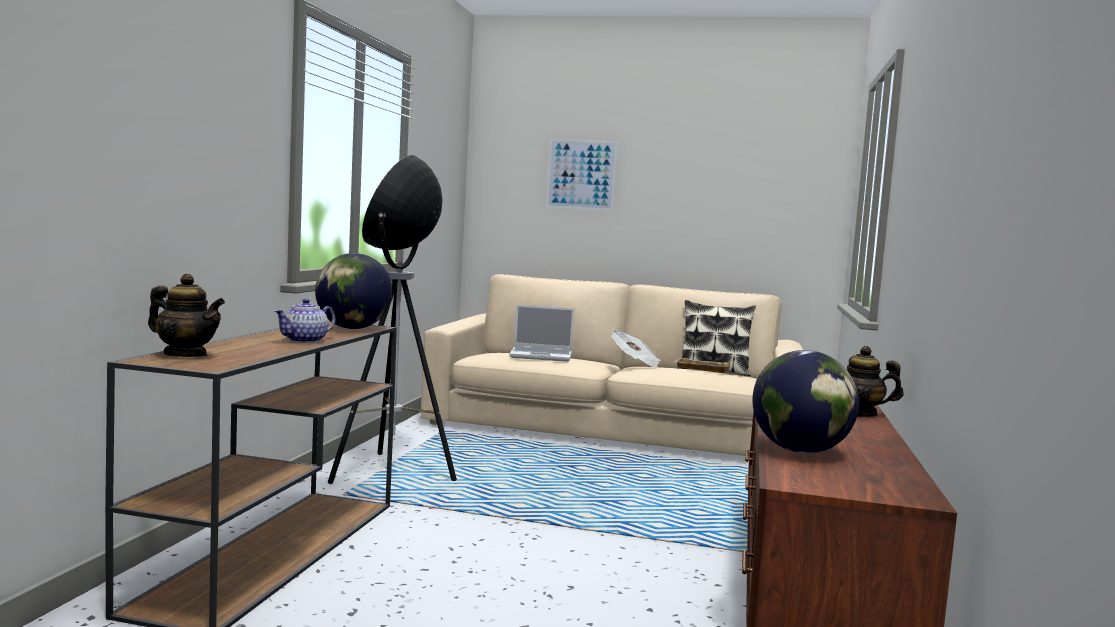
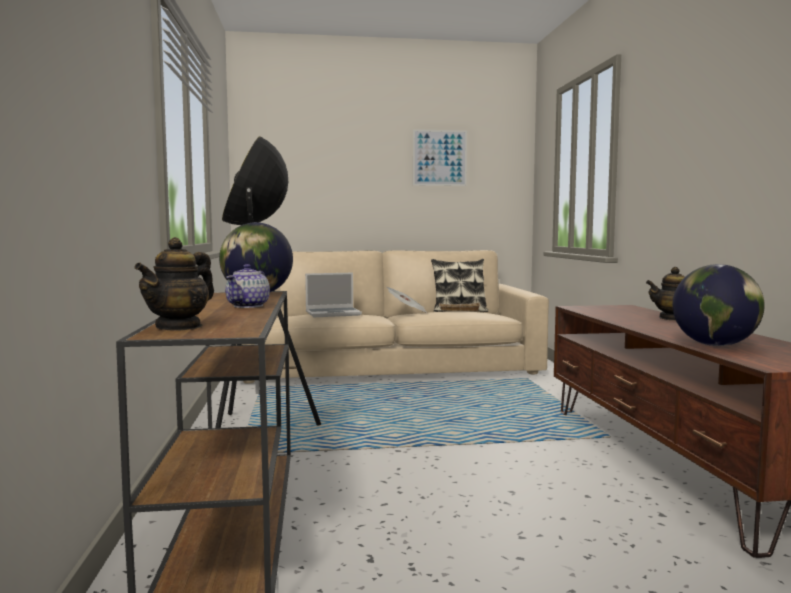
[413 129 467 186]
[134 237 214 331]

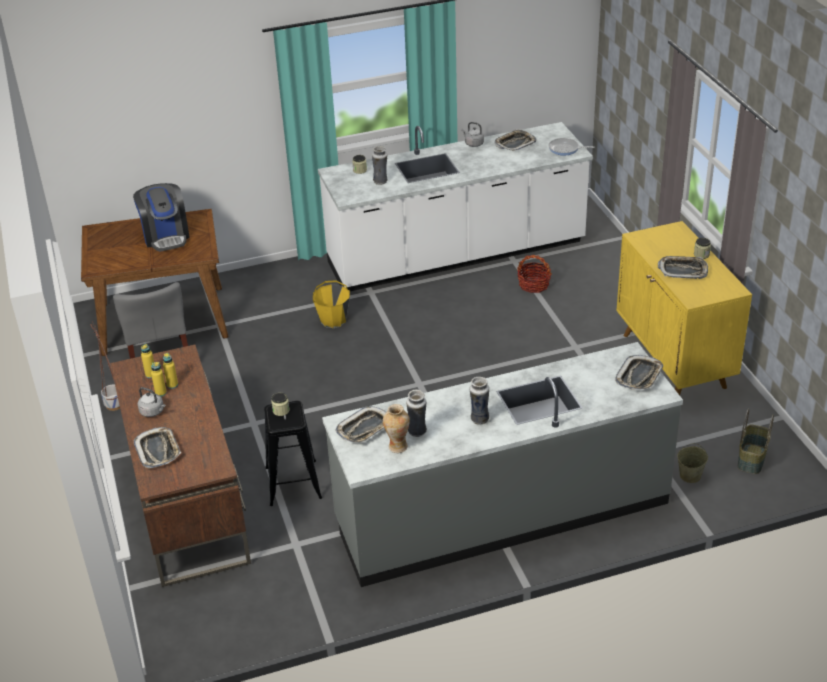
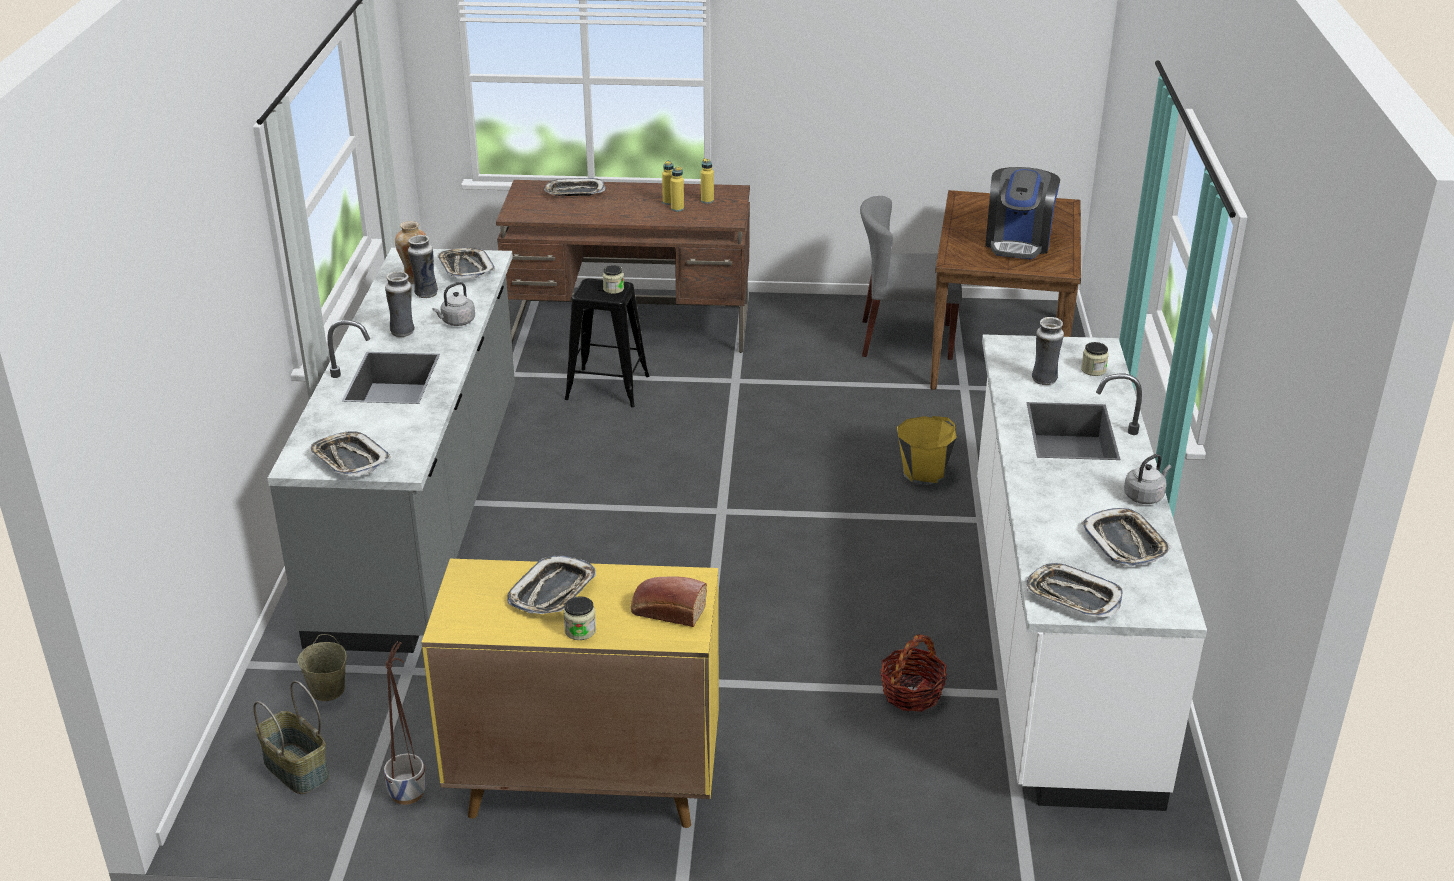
[631 576 707 627]
[384 641 426 805]
[432 282 475 326]
[1026 563 1123 617]
[985 167 1060 259]

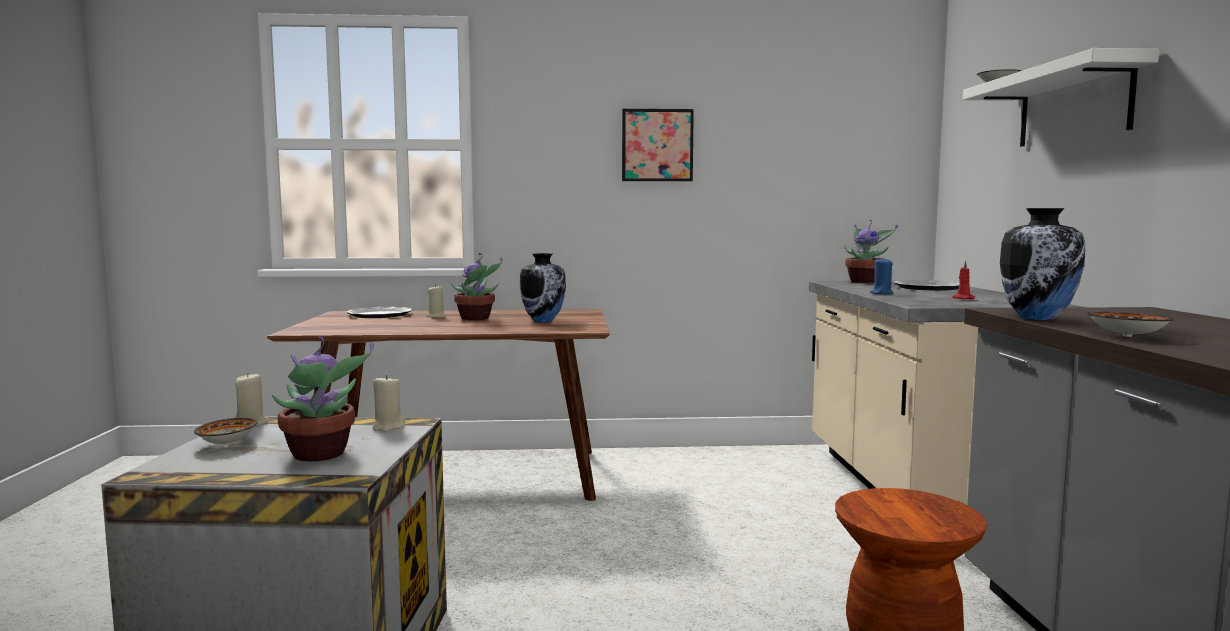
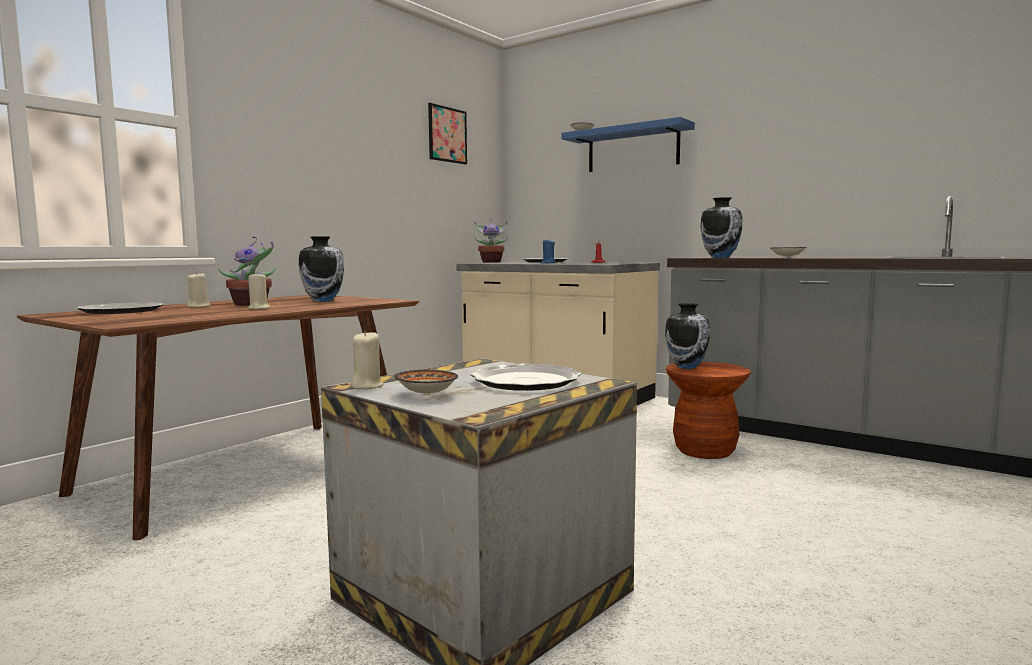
[665 303 710 369]
[248 272 270 309]
[428 103 467 164]
[471 364 581 391]
[561 117 695 172]

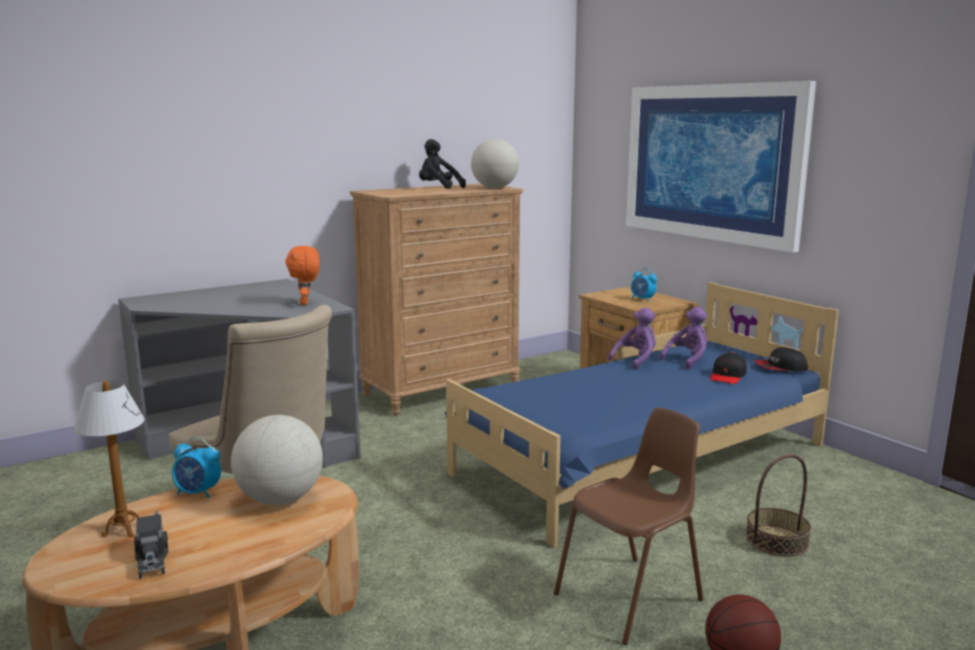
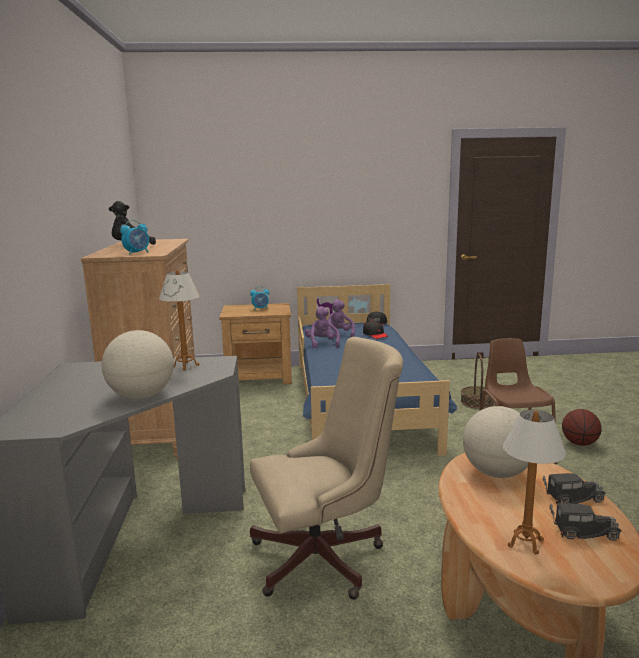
[626 81 816 253] (first image)
[543 473 606 504]
[120 220 149 255]
[102 330 174 399]
[159 270 200 370]

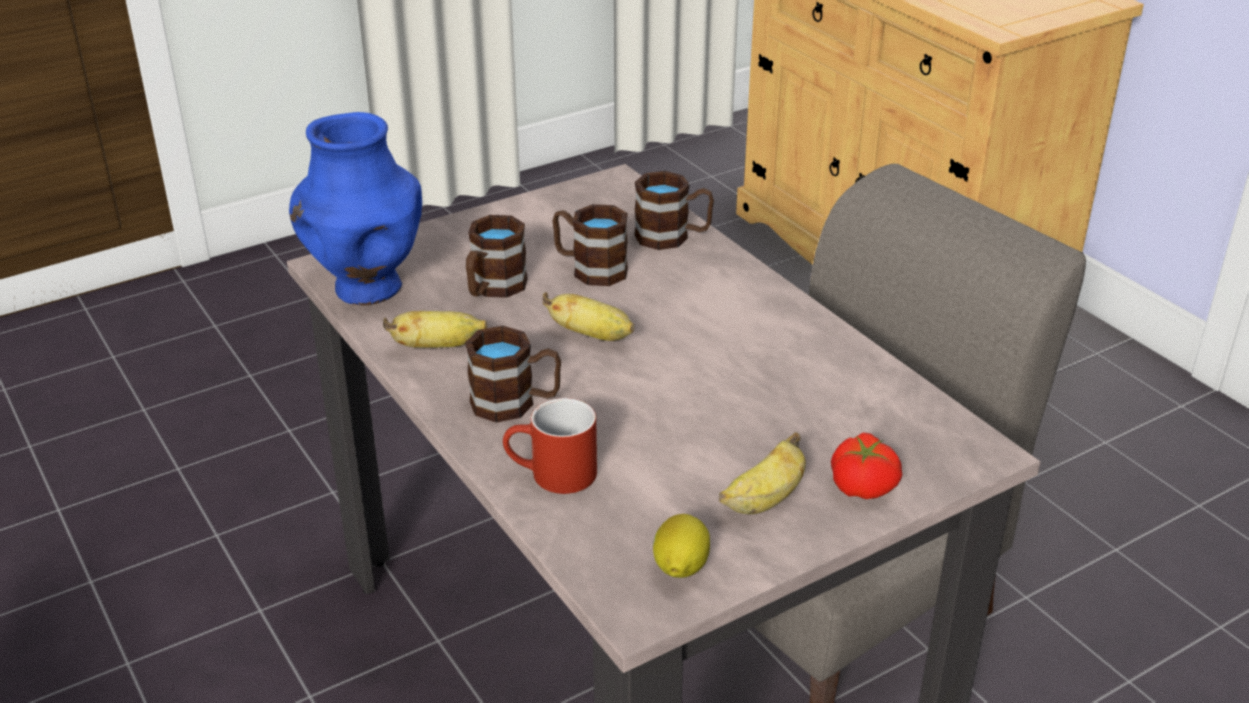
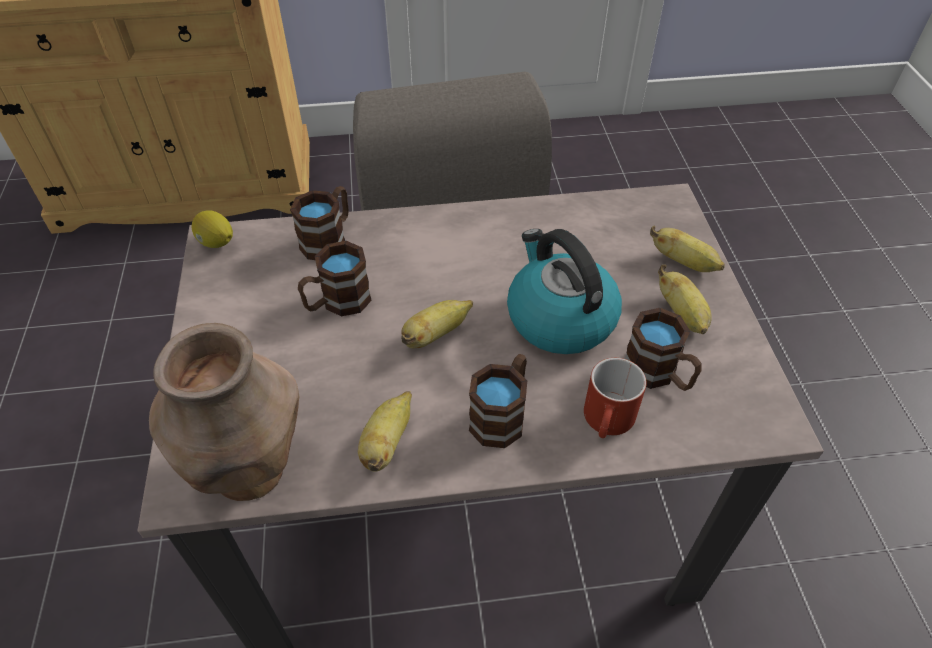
[507 229 622 354]
[625 308 702 391]
[192 210 233 248]
[650 225 725 272]
[149 323 299 501]

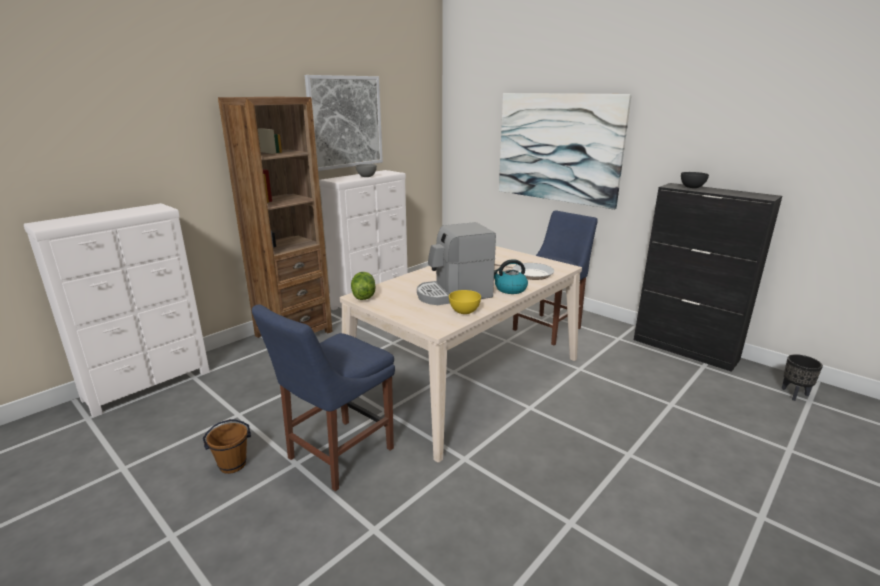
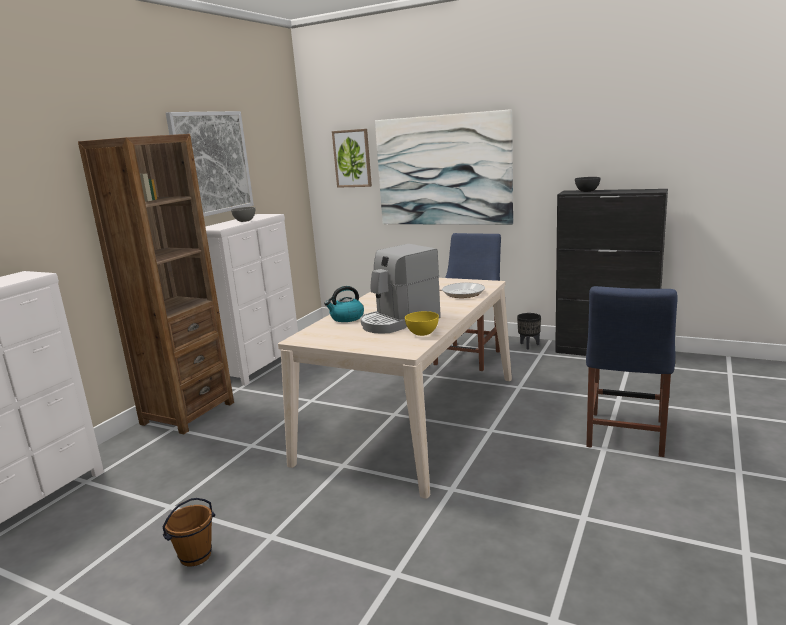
[351 272 376 300] (first image)
[332 129 372 188]
[586 286 678 457]
[324 286 364 322]
[517 313 541 349]

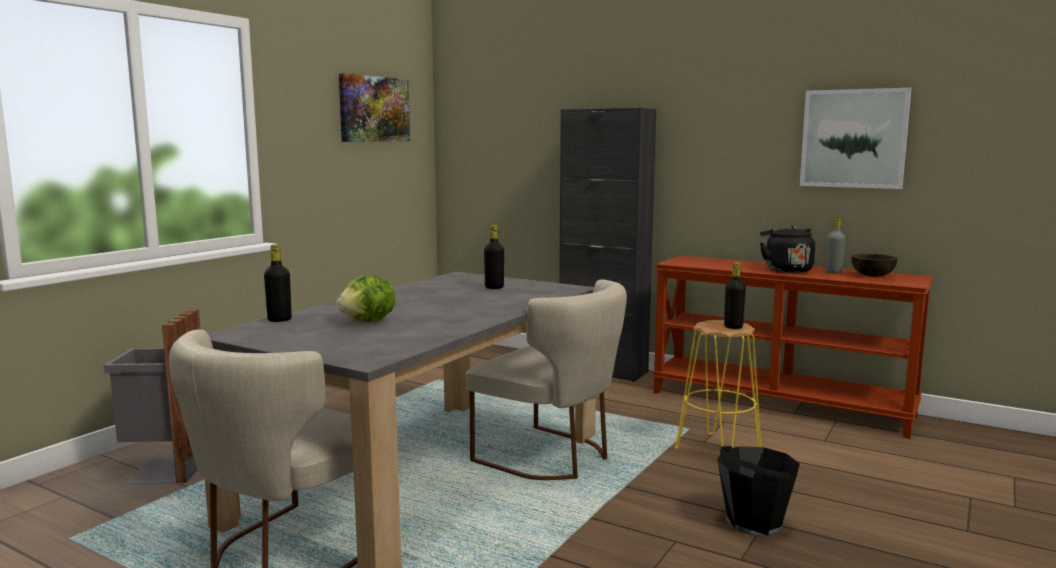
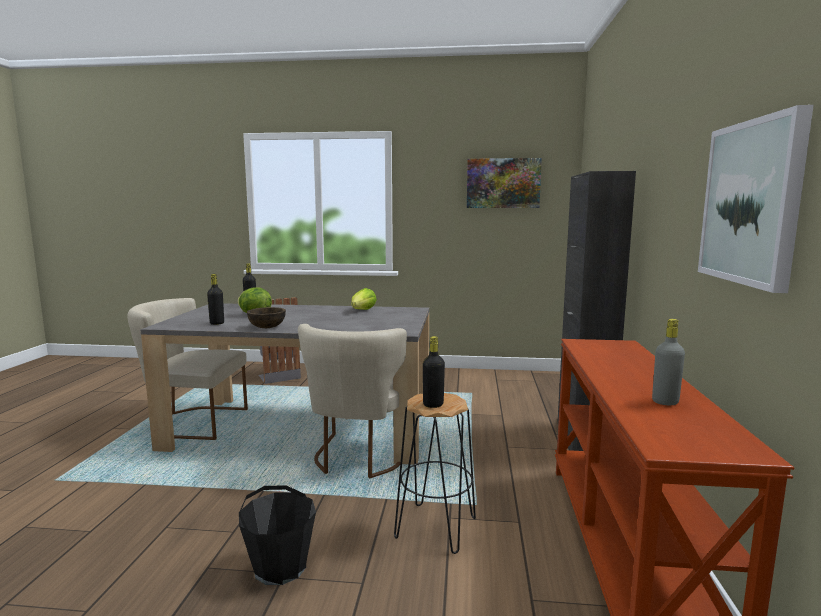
[760 226 815 273] (first image)
[351 288 377 310]
[207 274 224 325]
[247 307 286 328]
[394 393 476 554]

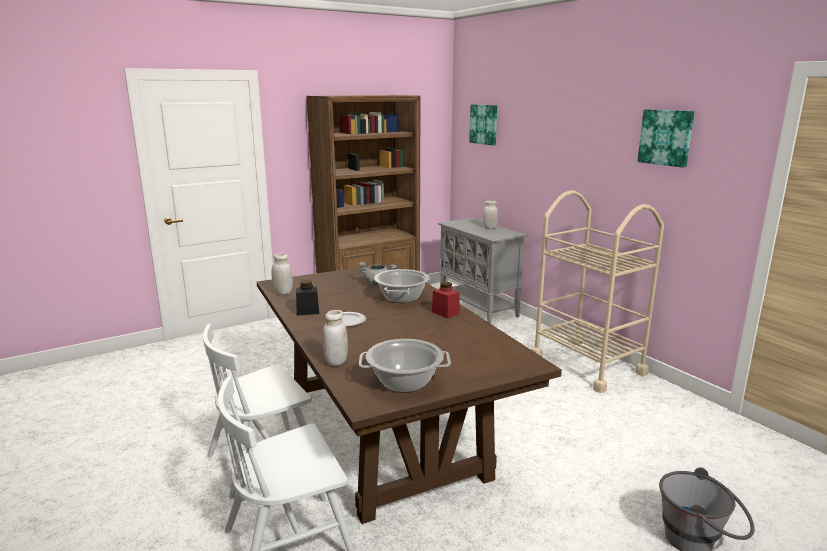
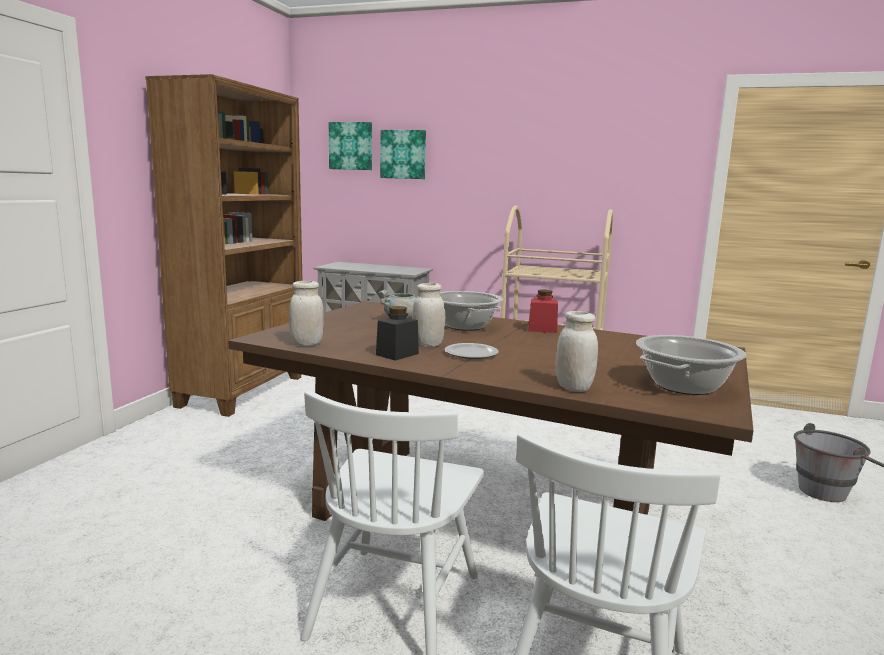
[412 283 445 347]
[380 130 426 179]

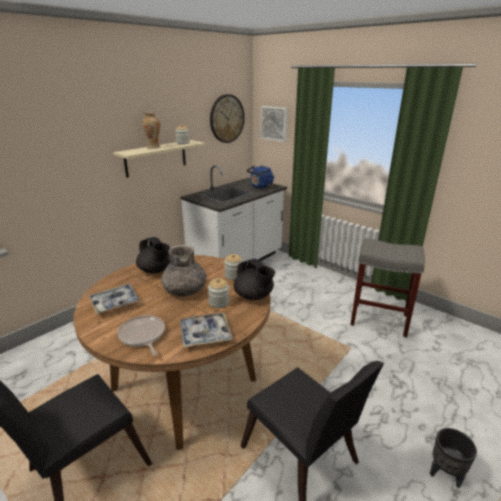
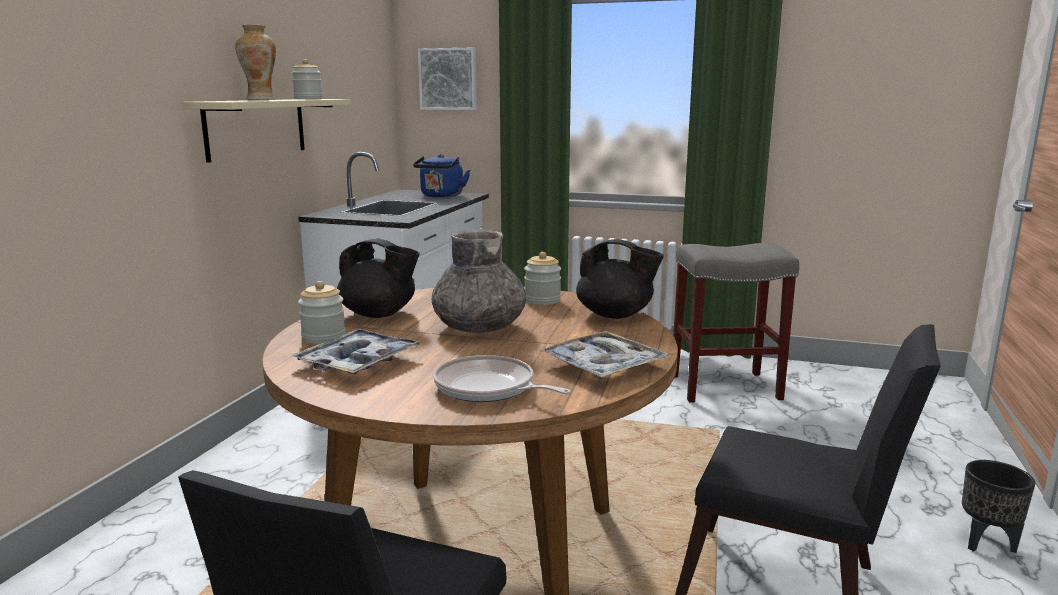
[210 94 245 143] (first image)
[298 281 346 344]

